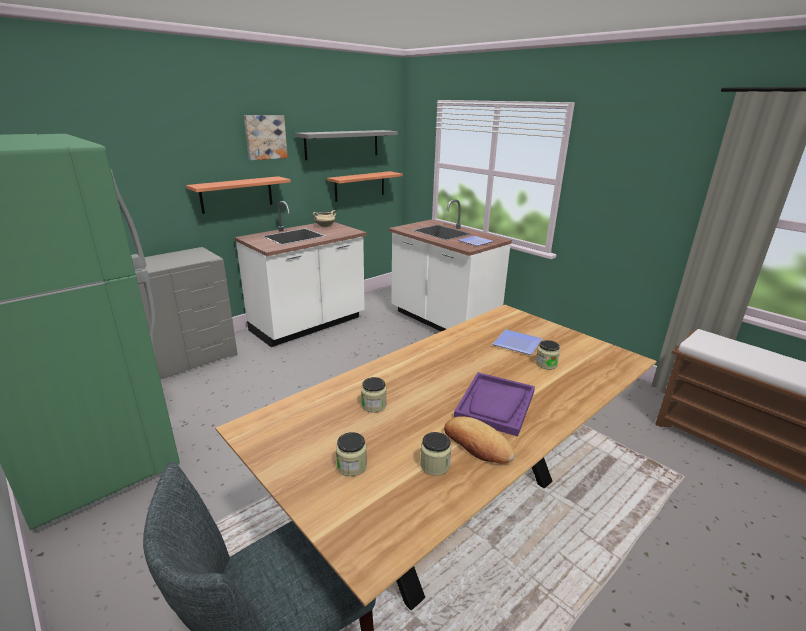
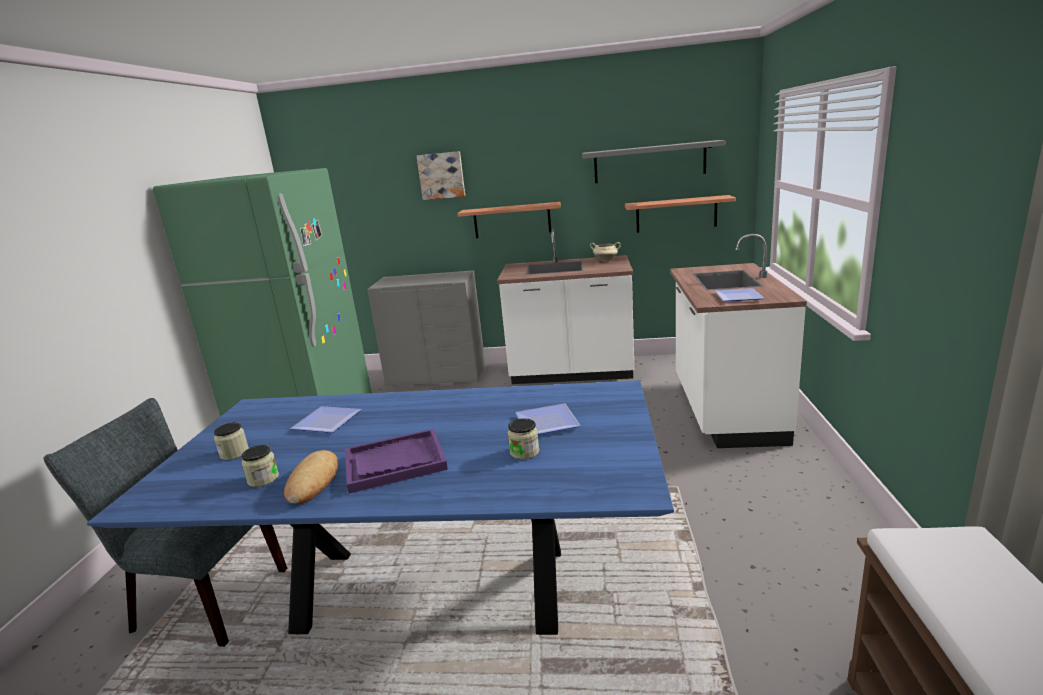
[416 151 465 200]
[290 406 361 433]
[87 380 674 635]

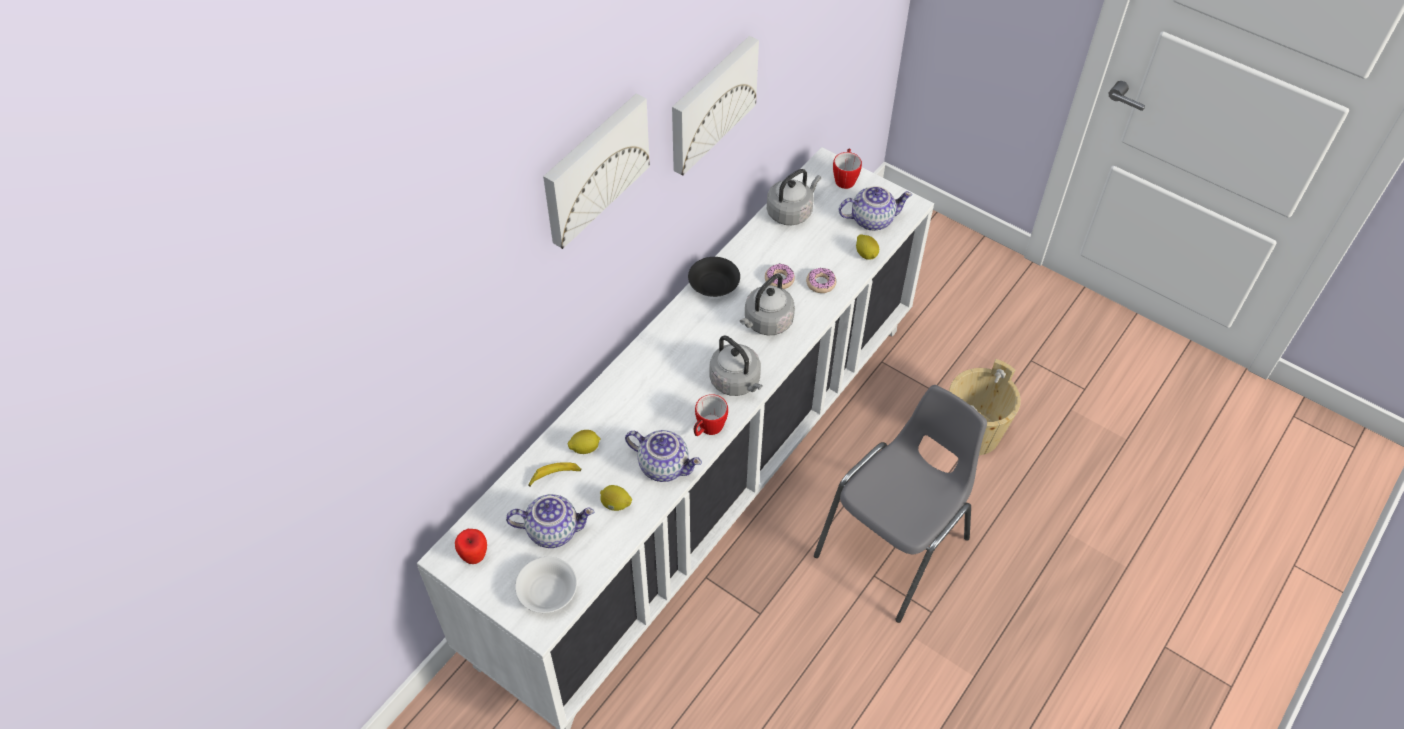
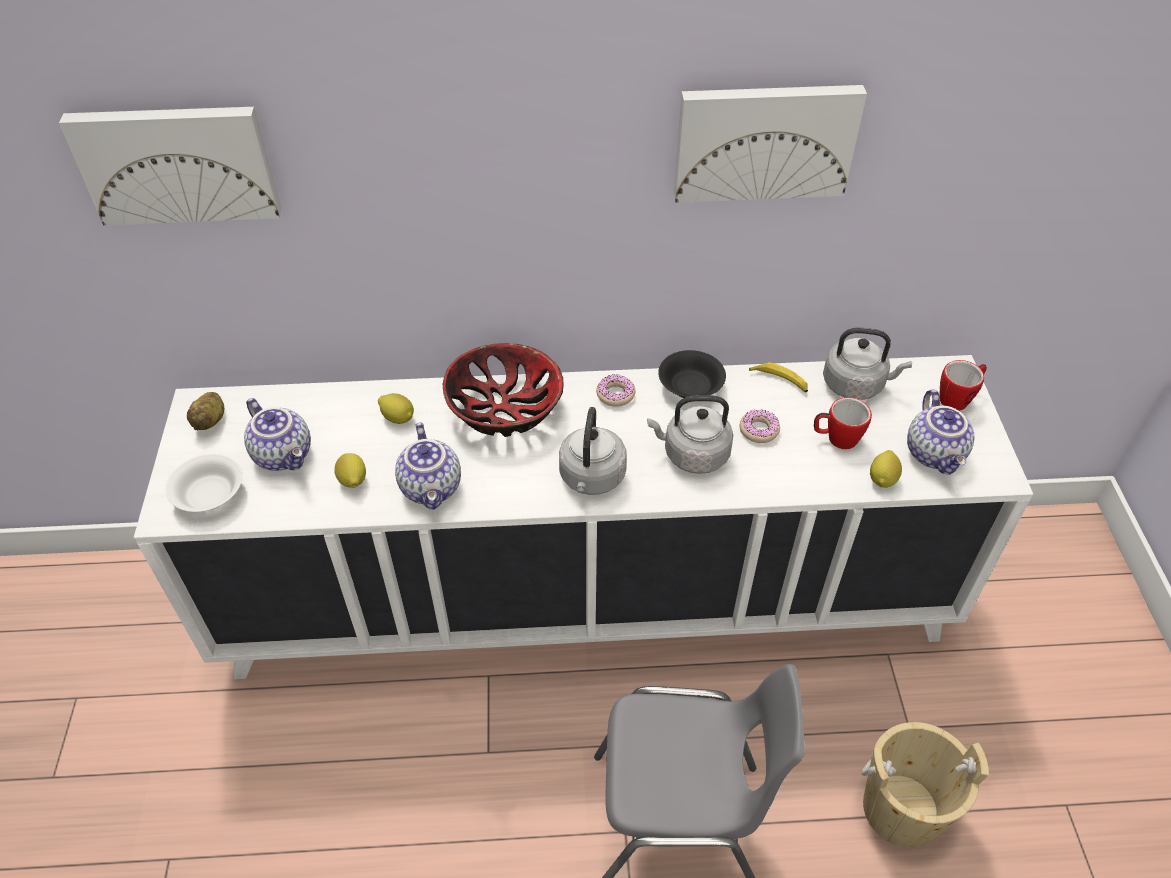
[443 343 563 437]
[749 362 808 393]
[59 107 281 225]
[814 397 872 449]
[596 374 636 407]
[187 392 224 430]
[907 390 974 475]

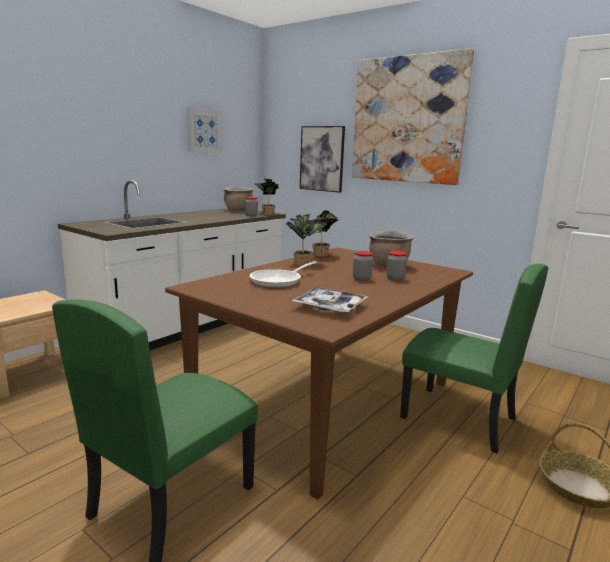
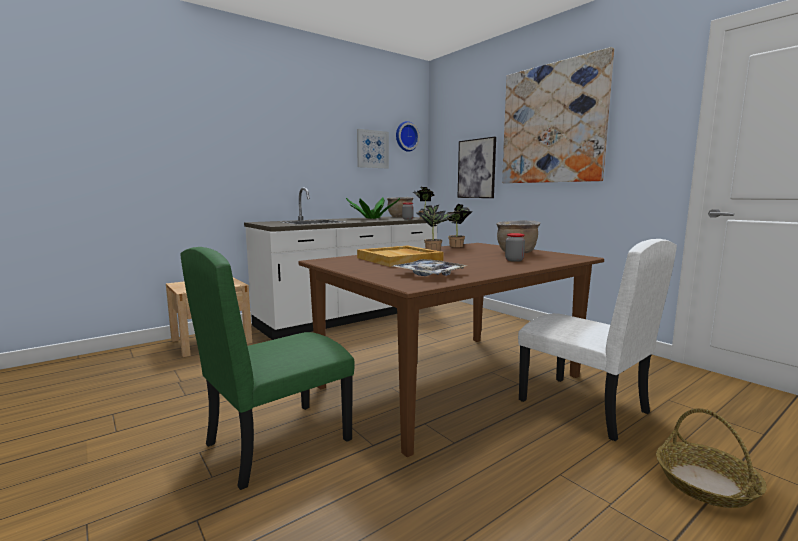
[353 251 373 281] (first image)
[346 198 400 219]
[396 121 420 152]
[357 246 443 267]
[518 239 677 441]

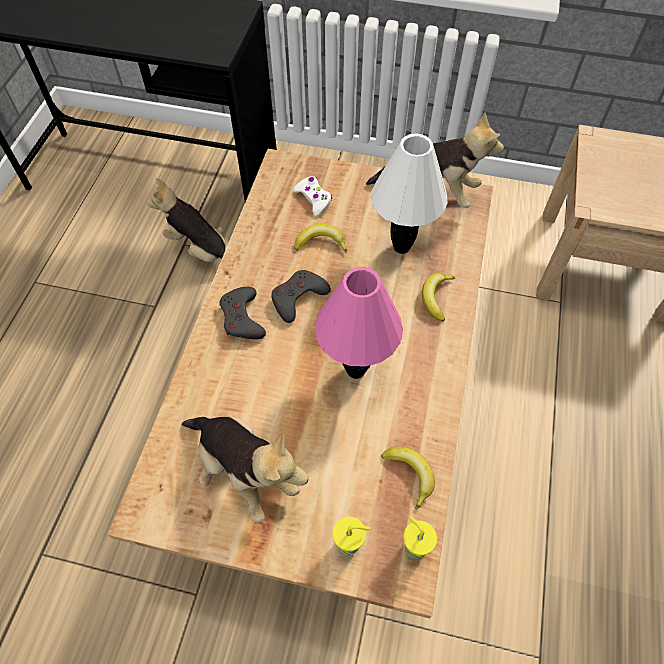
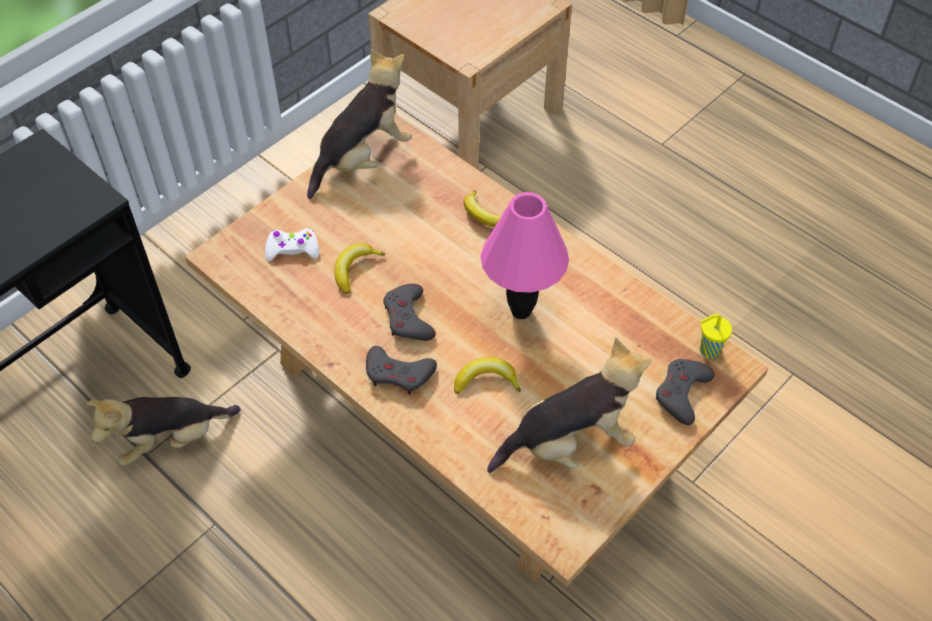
[371 133 448 254] (first image)
[454 357 521 394]
[656 359 715 425]

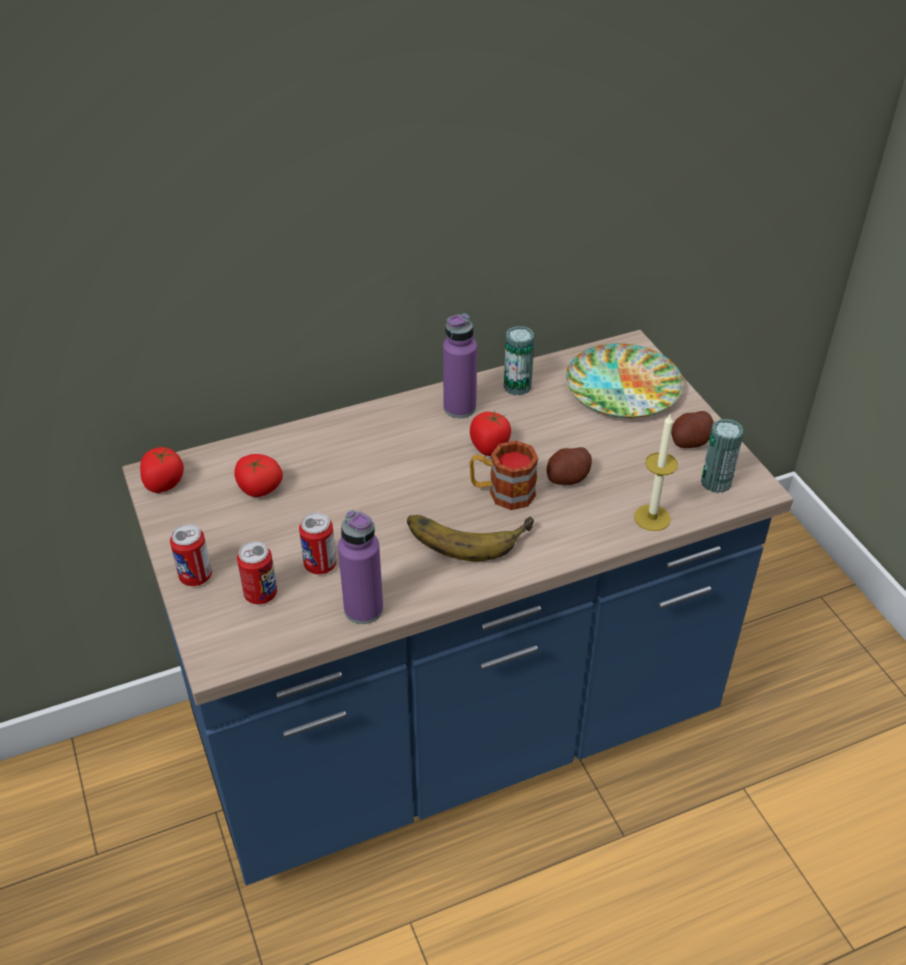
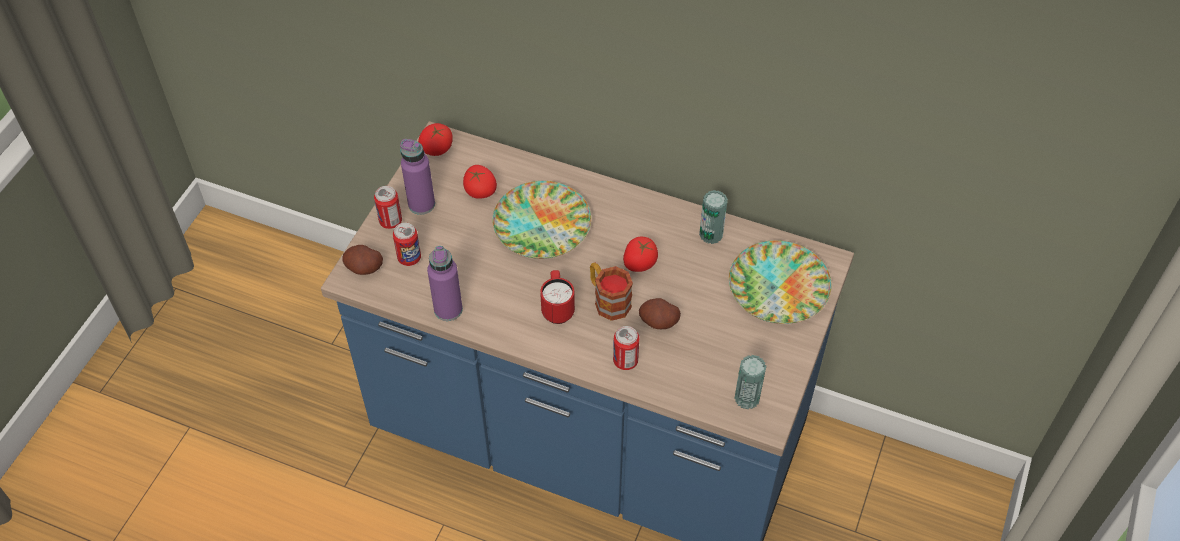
[634 414 678 531] (first image)
[492 181 591 259]
[613 326 639 370]
[400 139 435 215]
[342 245 383 275]
[540 270 575 324]

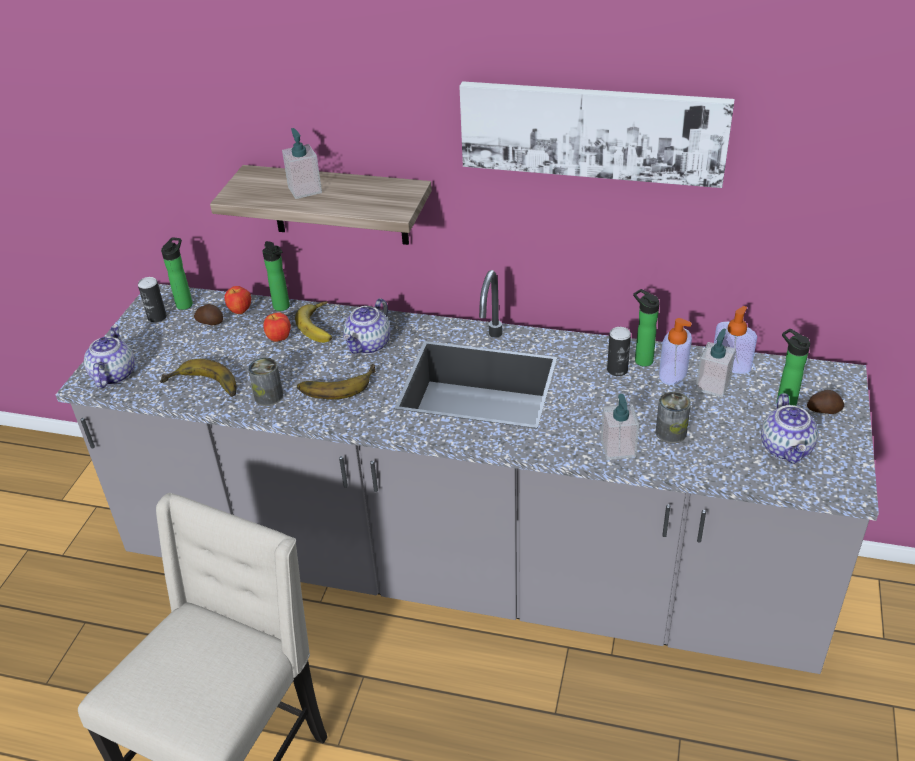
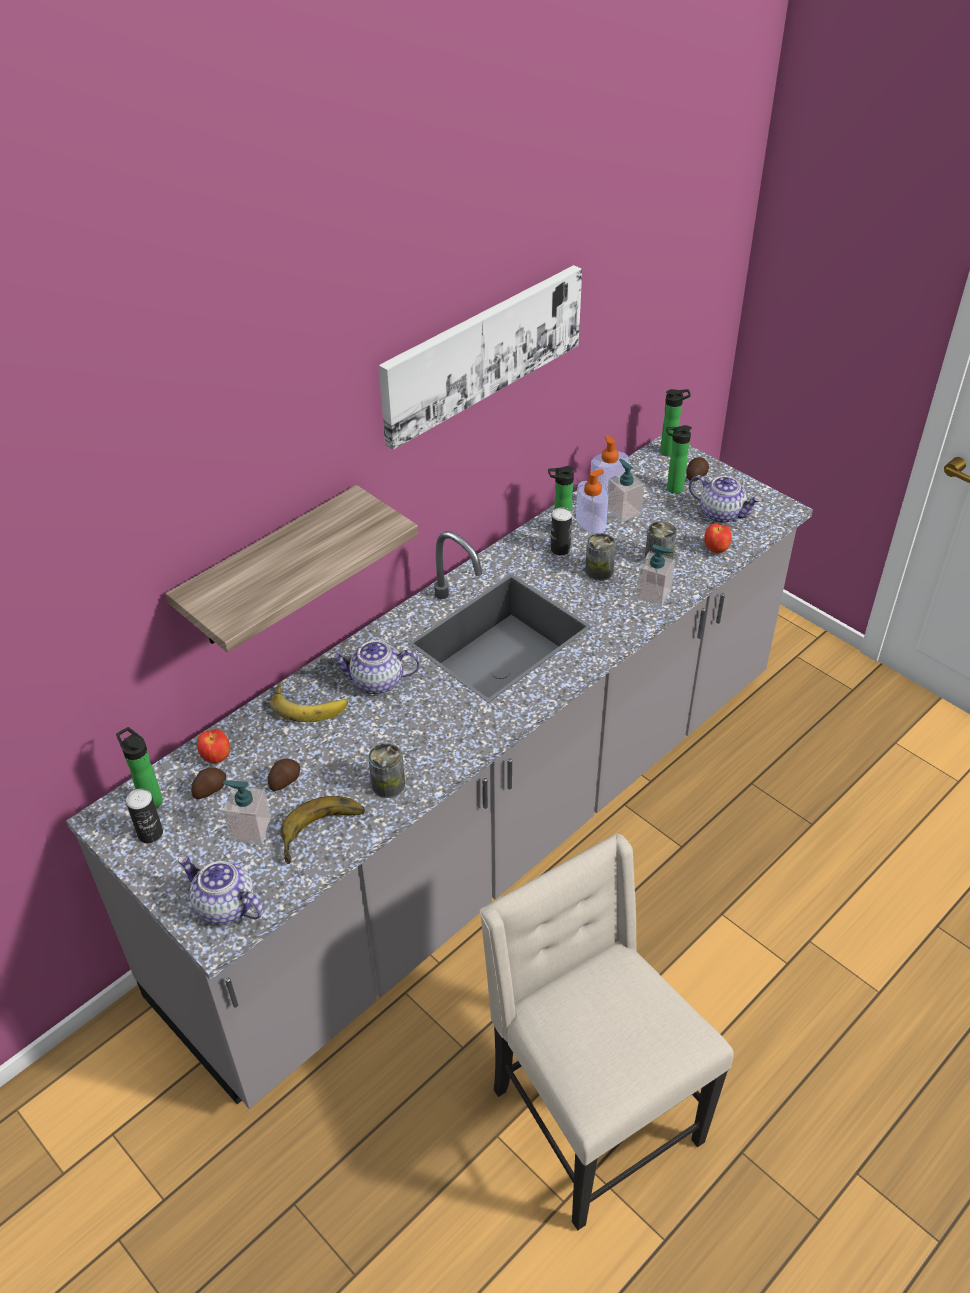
[297 364 376 399] (first image)
[268 759 300 791]
[585 533 616 581]
[660 389 691 456]
[704 523 732 553]
[223 780 271 844]
[330 640 420 695]

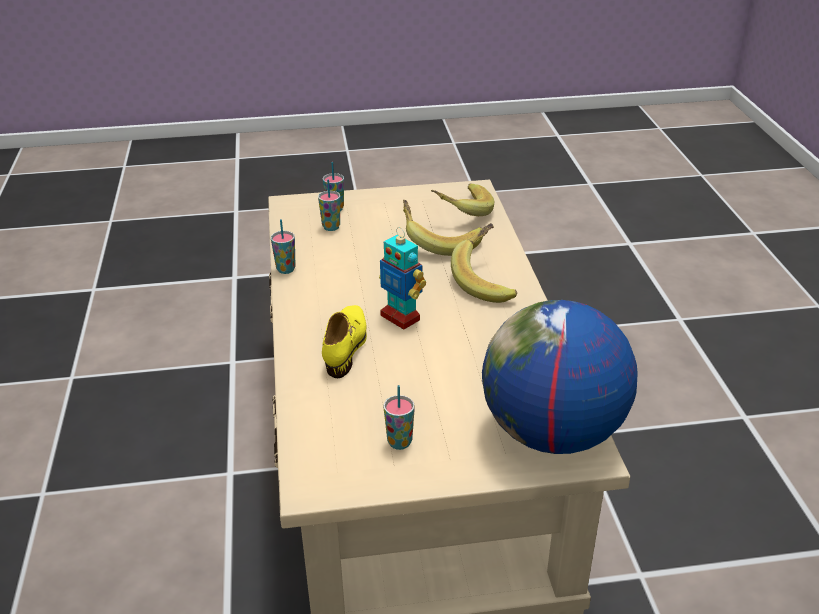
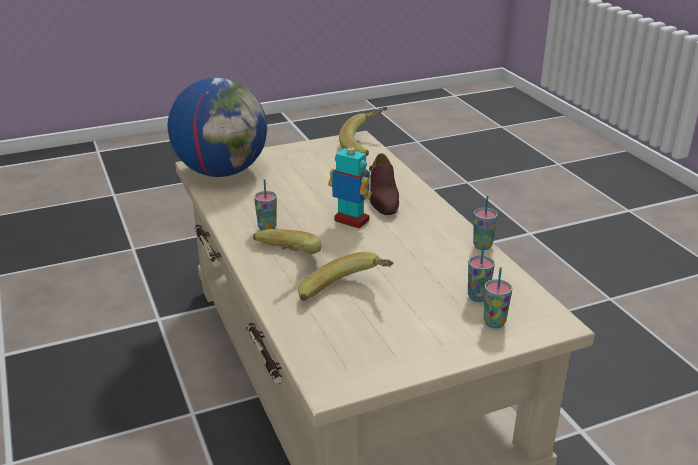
[254 179 277 231]
[339 107 387 156]
[369 153 399 215]

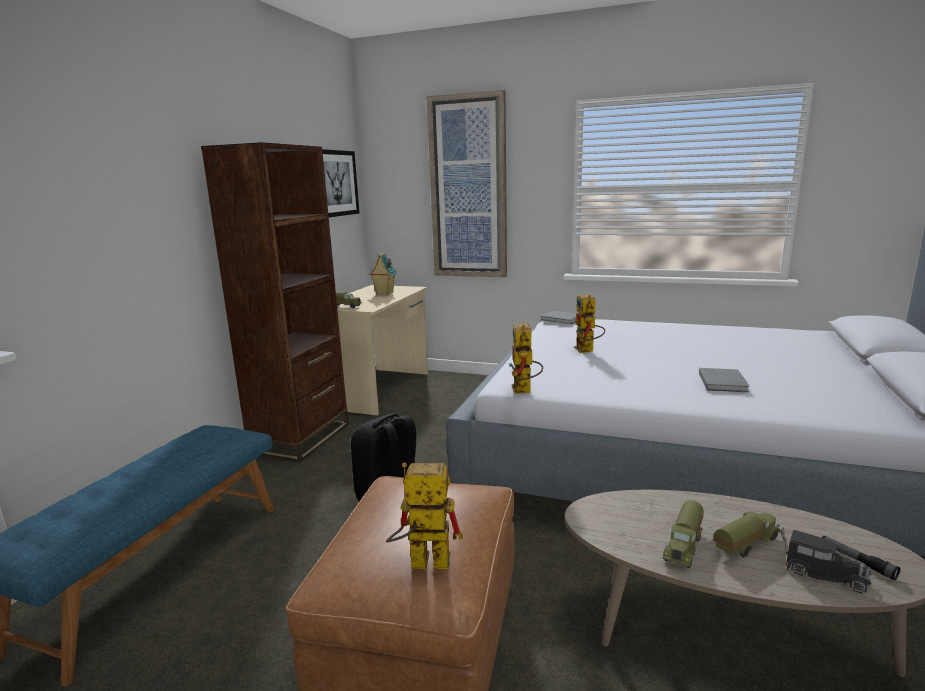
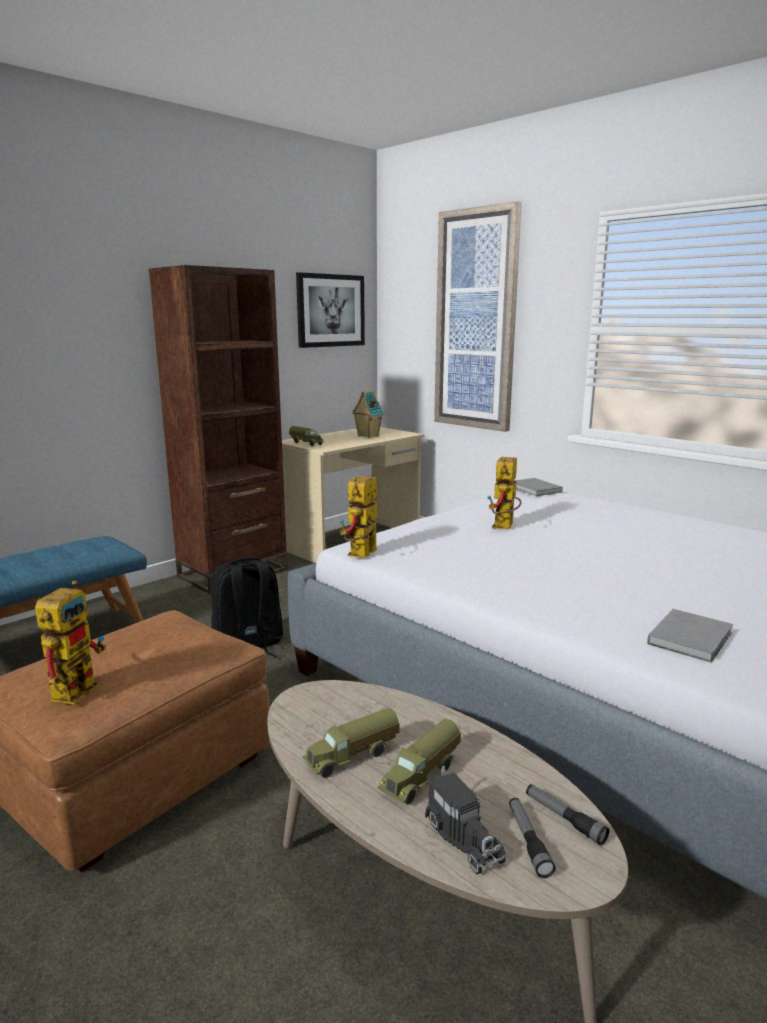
[526 784 609 846]
[647 609 733 663]
[35 580 106 705]
[378 719 461 804]

